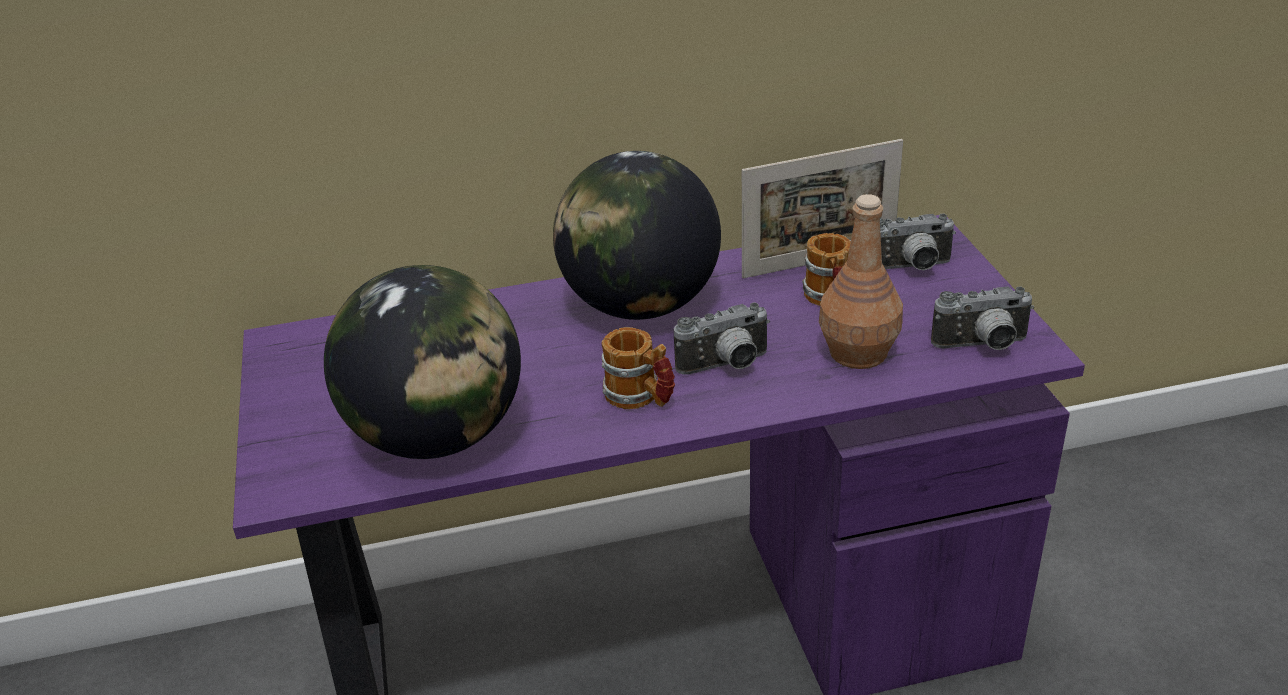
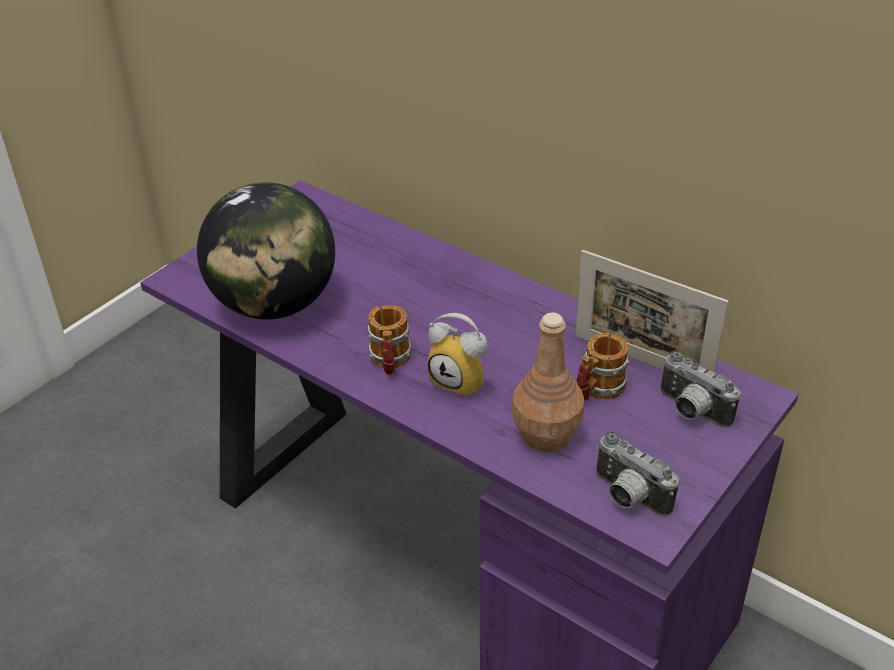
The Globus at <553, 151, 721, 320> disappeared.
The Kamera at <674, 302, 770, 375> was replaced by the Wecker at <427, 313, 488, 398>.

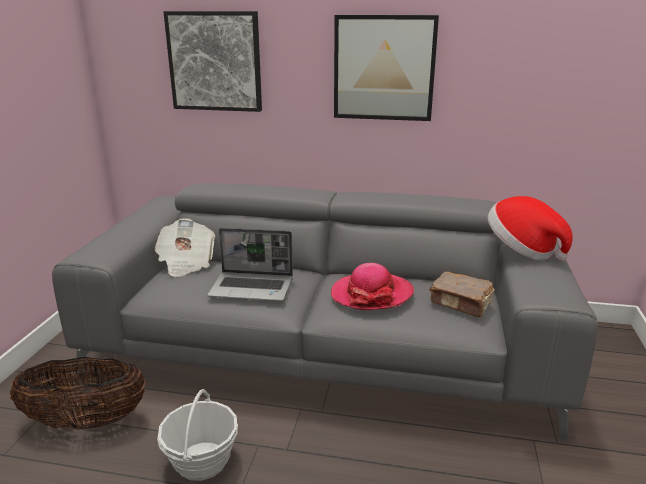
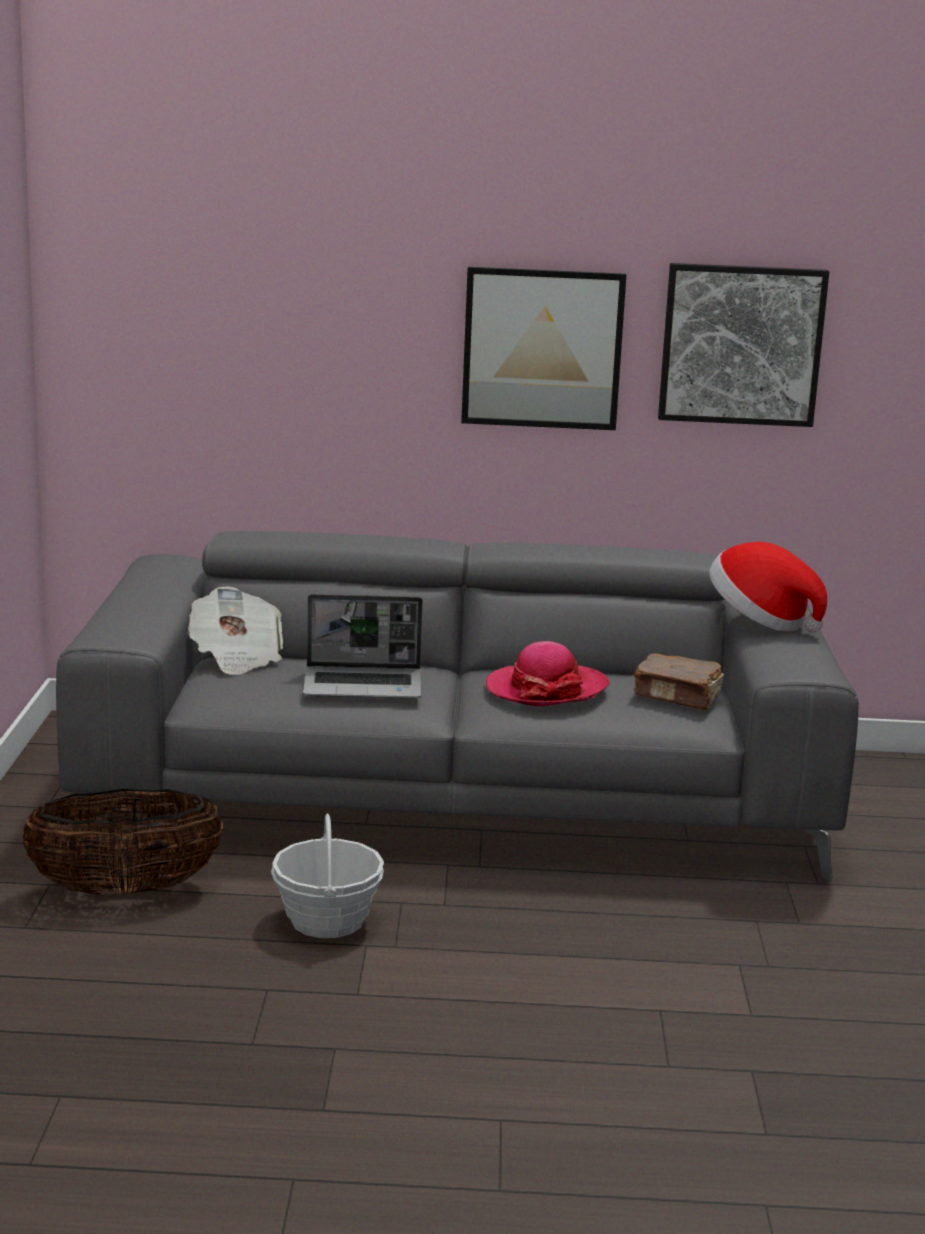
The Bild moved from <164, 11, 262, 112> to <658, 263, 829, 427>.

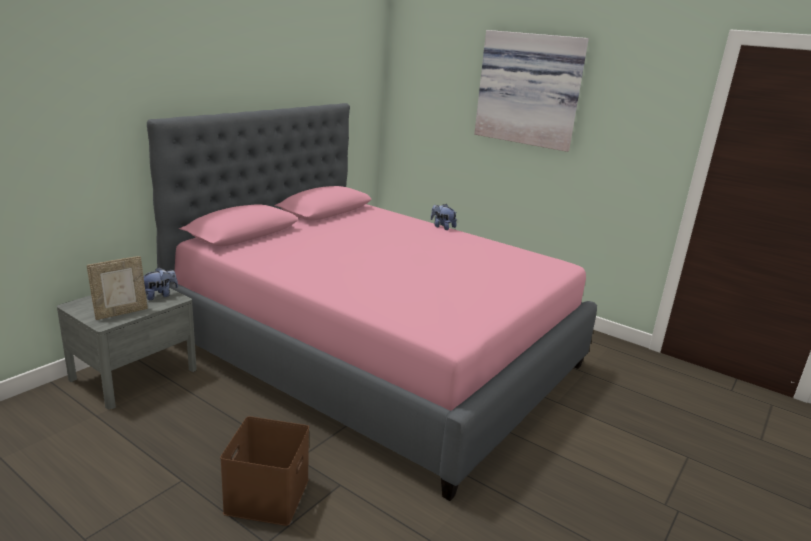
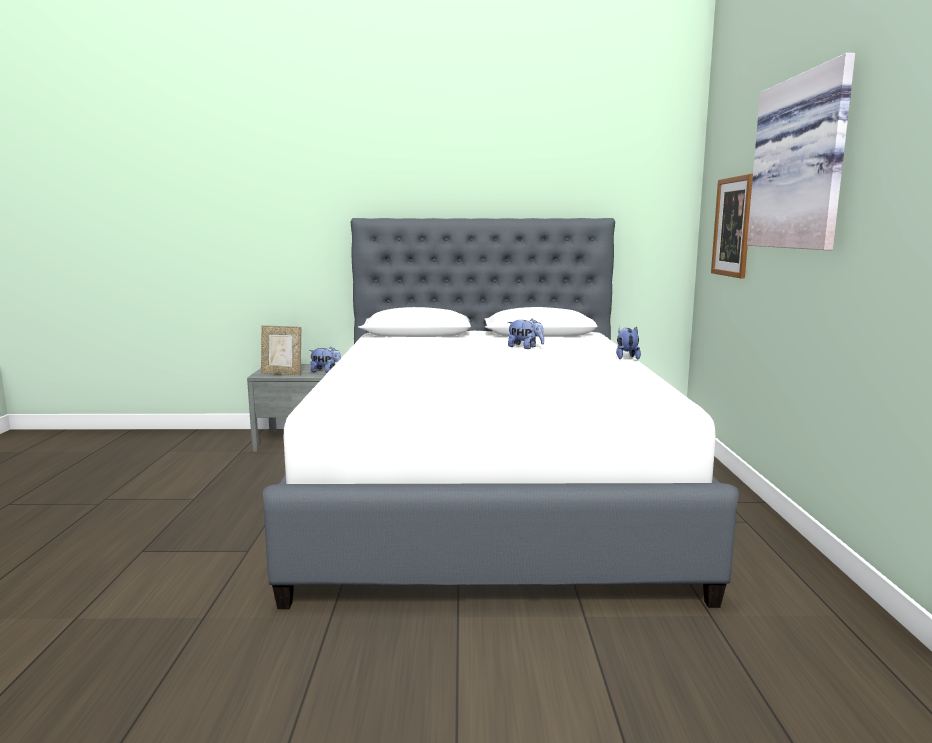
The Bett (rosa) at <147, 103, 597, 501> became the Bett (weiß) at <263, 218, 739, 609>.
The Aufbewahrungsbox (braun) at <220, 416, 309, 526> disappeared.
The Plüschtier at <508, 319, 544, 349> appeared.
The Bild at <711, 174, 753, 279> appeared.

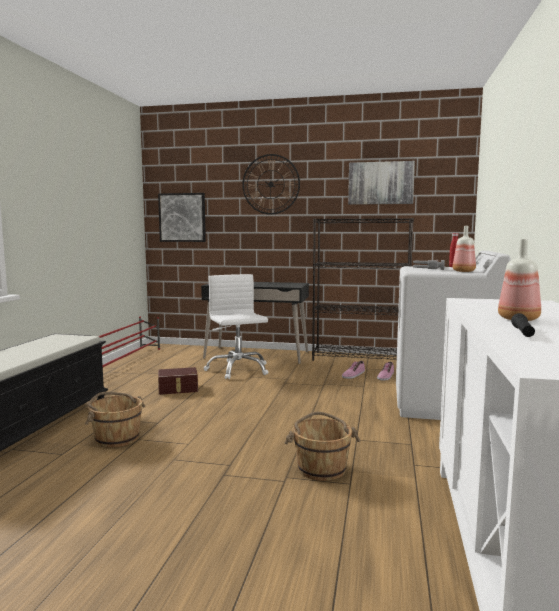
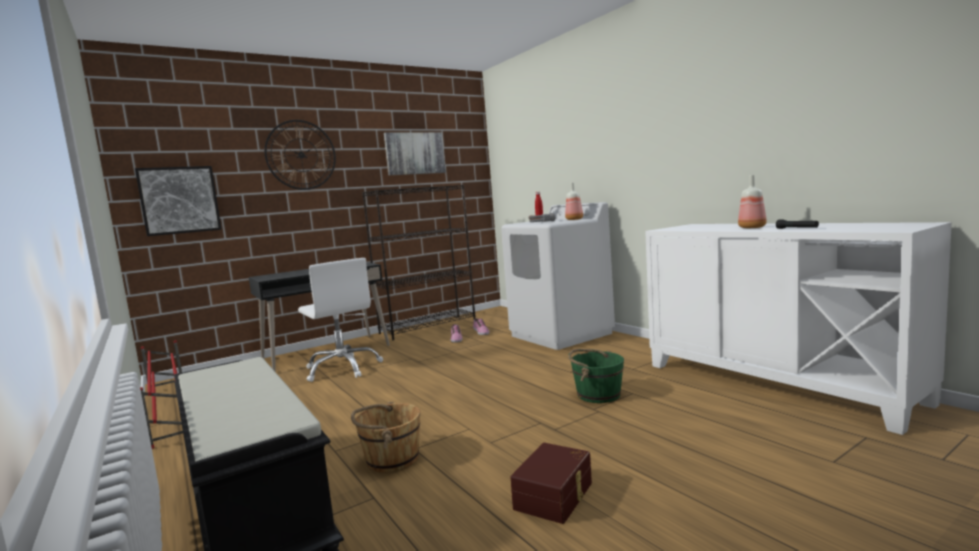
The Aufbewahrungsbox (braun) moved from <158, 367, 198, 395> to <510, 443, 592, 524>.
The Bürostuhl (weiß) at <204, 274, 268, 379> turned 150 degrees counterclockwise.
The Eimer (braun) at <285, 412, 360, 481> became the Eimer (grün) at <568, 349, 624, 403>.

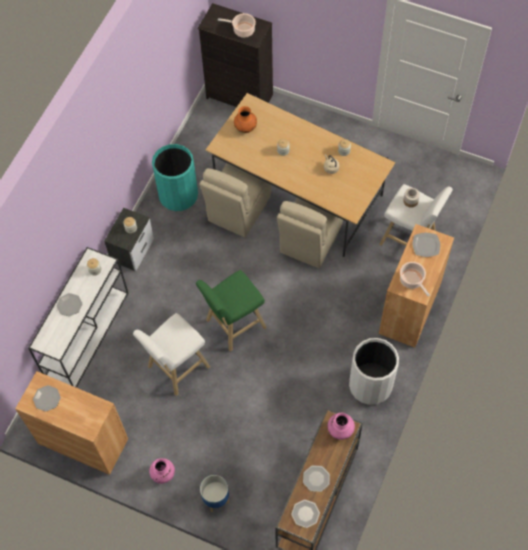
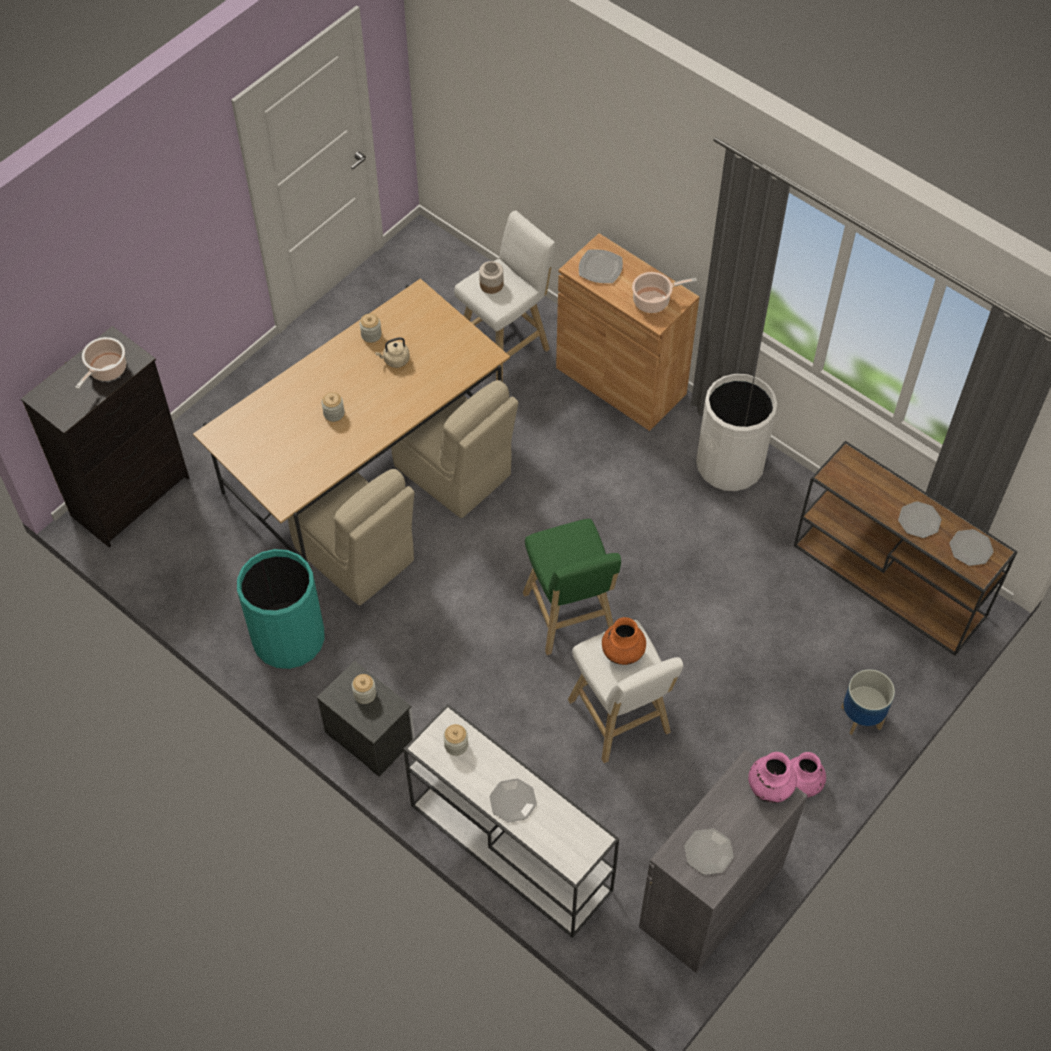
The Schrank (braun) at <15, 371, 128, 475> became the Schrank (grau) at <639, 749, 808, 973>.
The Vase (orange) moved from <234, 106, 257, 133> to <602, 617, 646, 665>.
The Vase (rosa) moved from <327, 413, 355, 440> to <748, 752, 797, 803>.

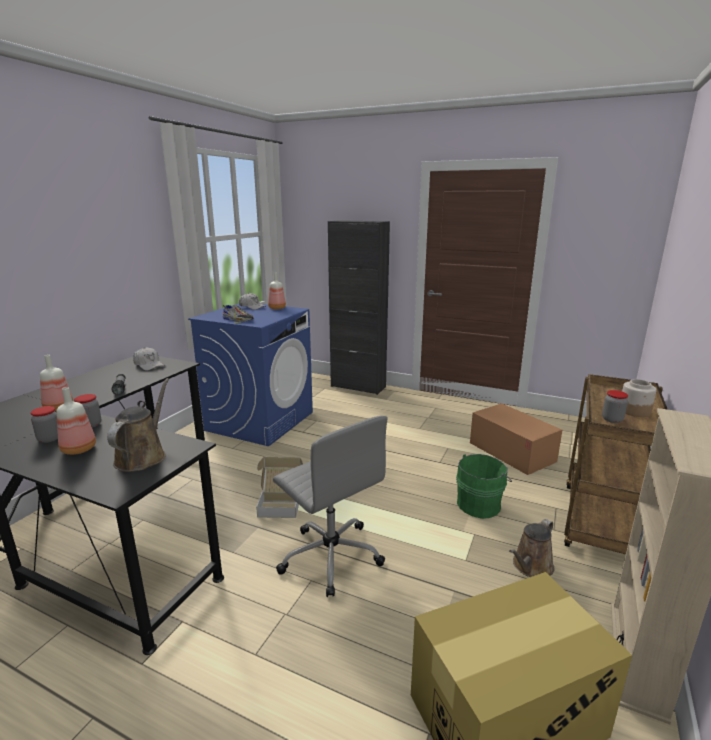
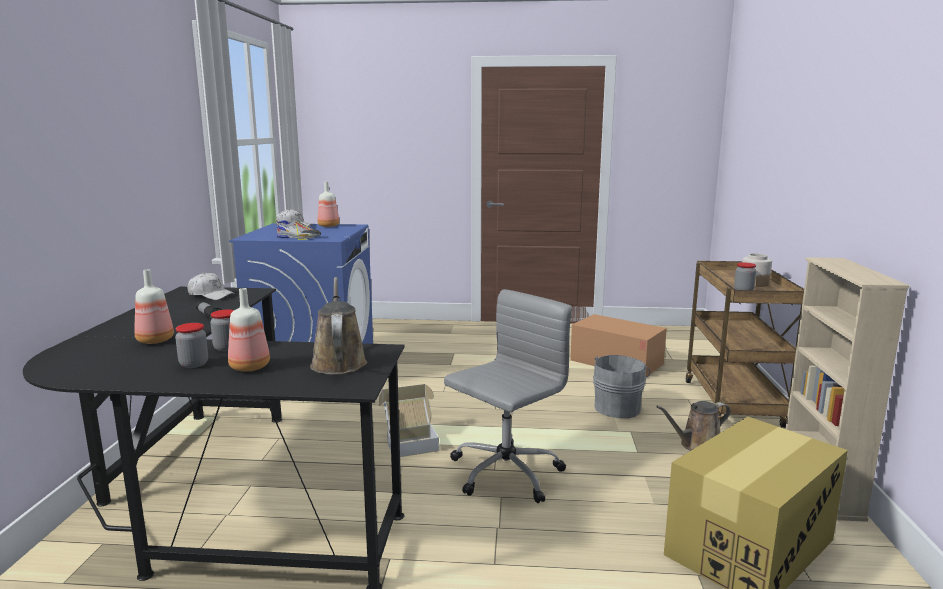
The Bürostuhl (grau) at <273, 416, 388, 597> turned 75 degrees counterclockwise.
The Schrank (schwarz) at <328, 220, 390, 395> disappeared.
The Eimer (grün) at <456, 454, 512, 519> became the Eimer (grau) at <593, 355, 650, 419>.
The Gießkanne (braun) at <509, 519, 554, 577> turned 45 degrees clockwise.

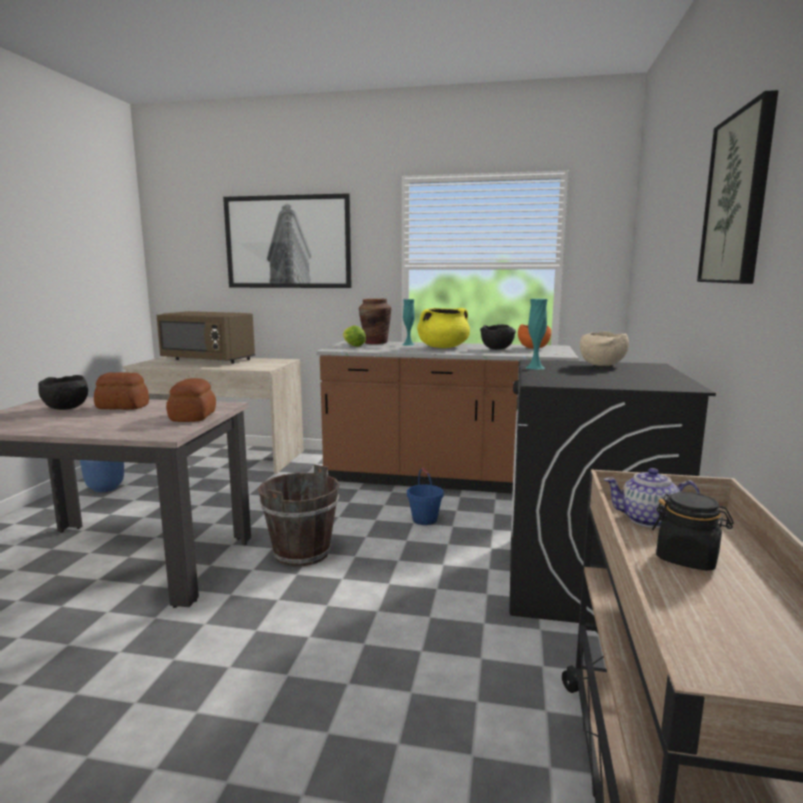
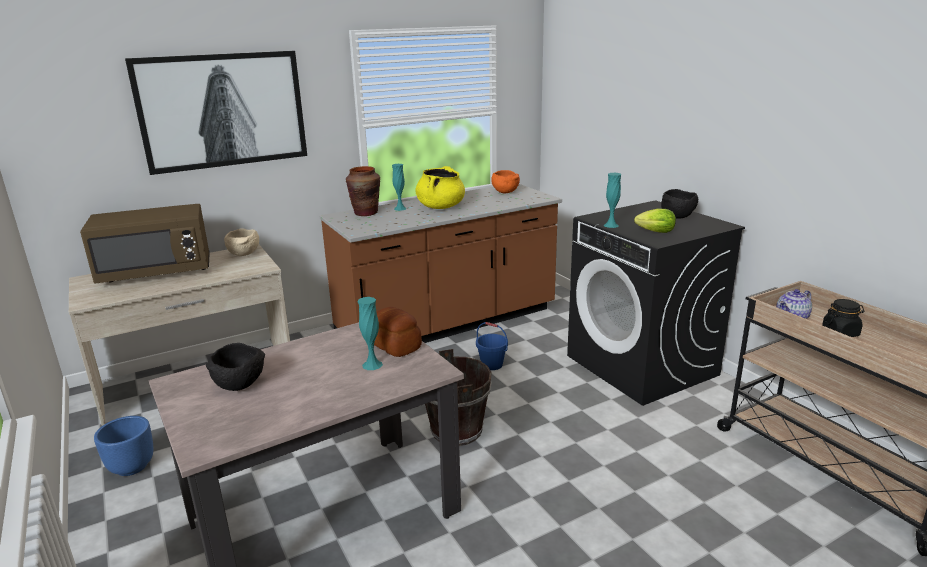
The Brot at <94, 372, 149, 410> disappeared.
The Salatkopf moved from <343, 325, 366, 347> to <634, 209, 676, 233>.
The Schüssel (schwarz) moved from <480, 325, 516, 350> to <661, 189, 698, 219>.
The Schüssel (beige) moved from <580, 331, 629, 366> to <224, 228, 259, 256>.
The Bild at <697, 90, 778, 284> disappeared.
The Vase (türkis) at <357, 297, 383, 370> appeared.

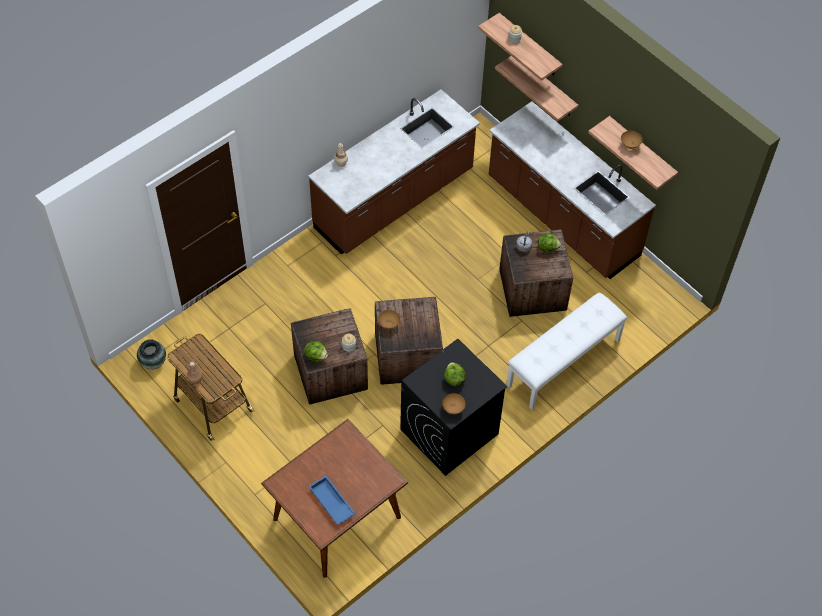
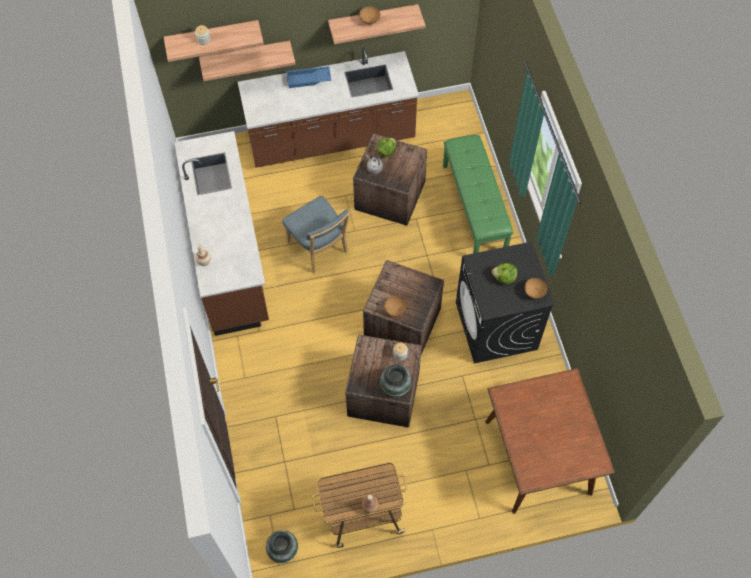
The Salatkopf at <304, 341, 328, 362> was replaced by the Vase at <380, 365, 412, 397>.
The Tablett (blau) moved from <309, 476, 355, 525> to <286, 66, 331, 88>.
The Bank (weiß) at <506, 293, 627, 410> became the Bank (grün) at <443, 135, 513, 253>.
The Stuhl (blau) at <282, 196, 350, 273> appeared.

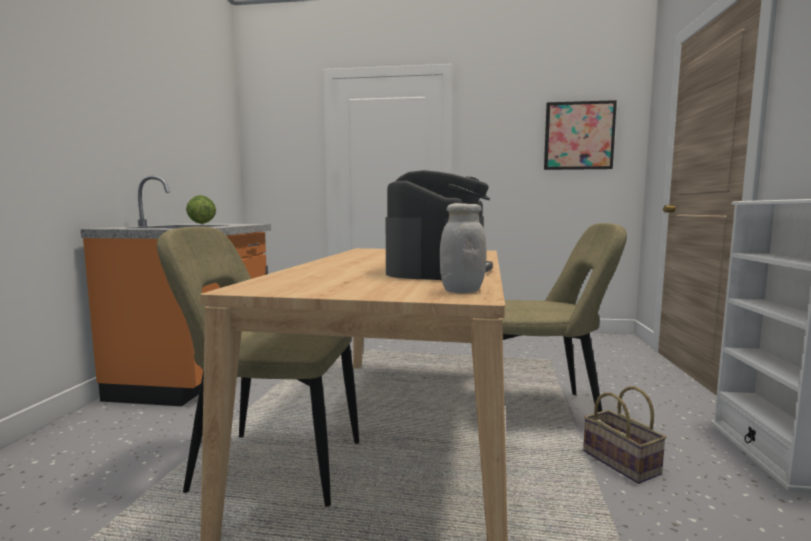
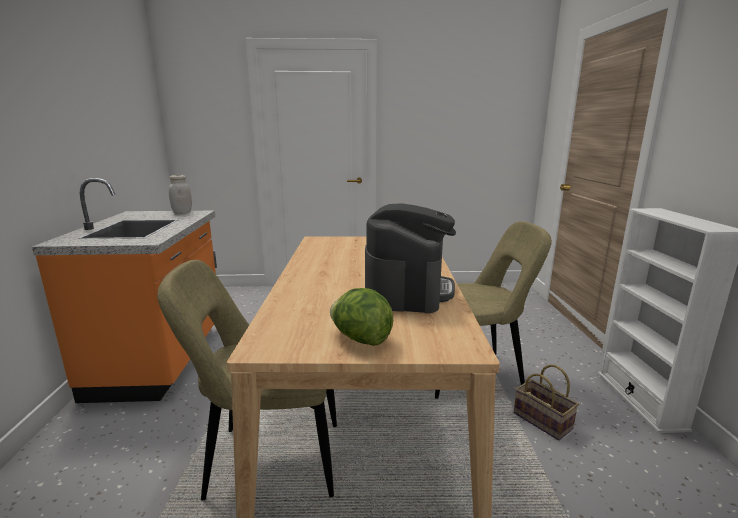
The Salatkopf moved from <186, 195, 216, 224> to <330, 288, 393, 346>.
The Vorratsglas (weiß) moved from <440, 203, 486, 293> to <169, 175, 192, 214>.
The Bild at <544, 100, 617, 170> disappeared.

